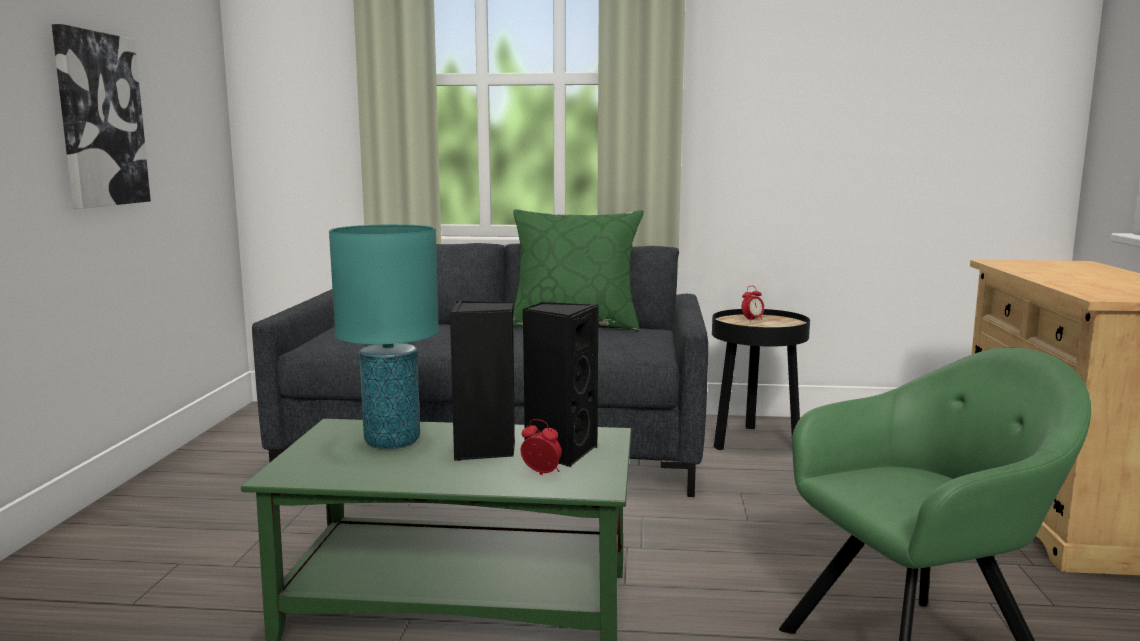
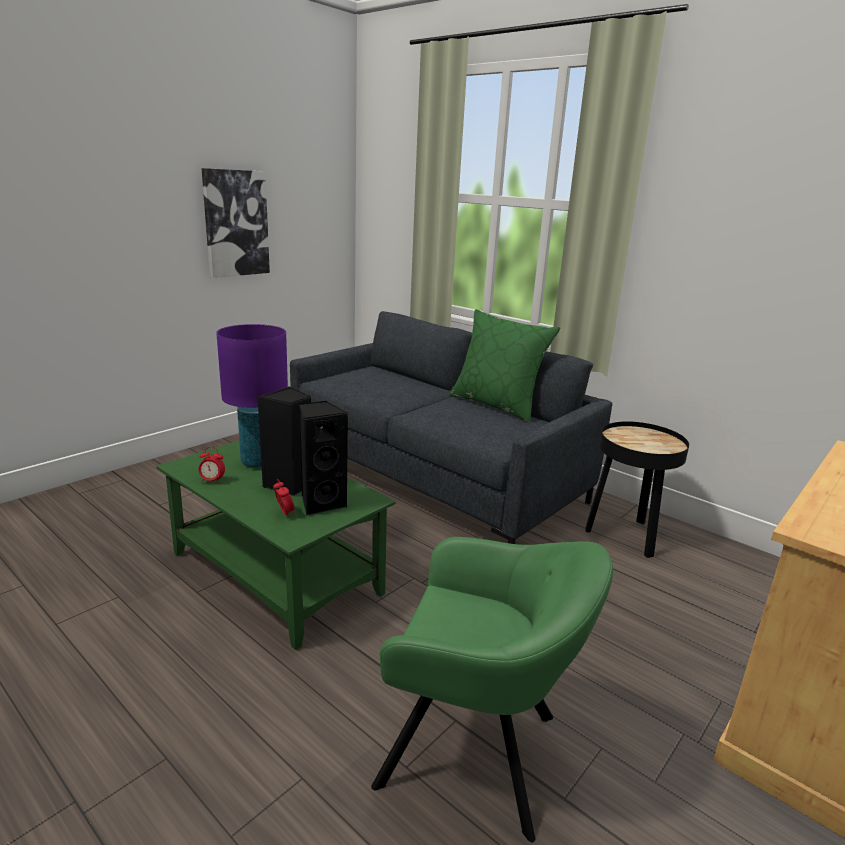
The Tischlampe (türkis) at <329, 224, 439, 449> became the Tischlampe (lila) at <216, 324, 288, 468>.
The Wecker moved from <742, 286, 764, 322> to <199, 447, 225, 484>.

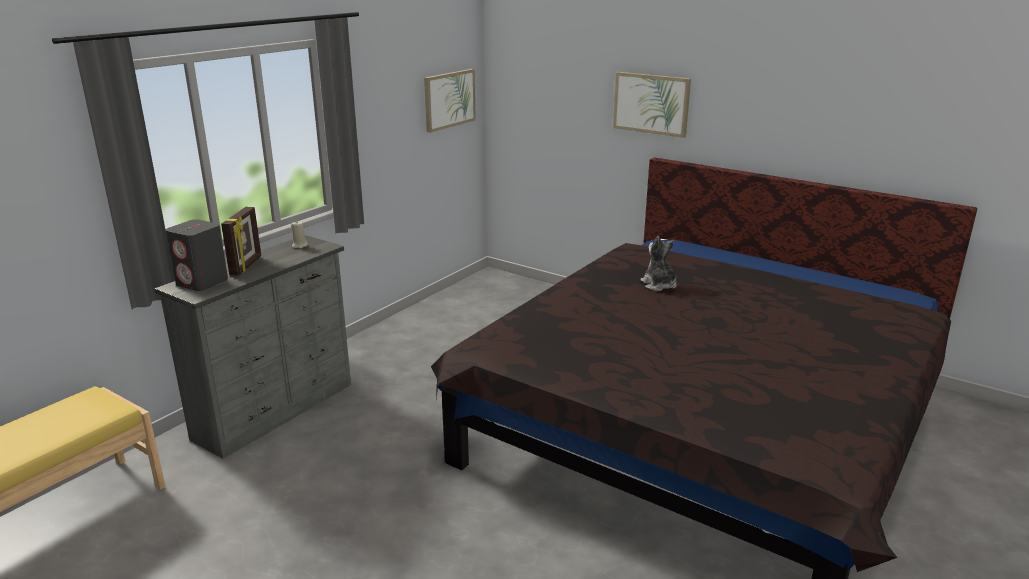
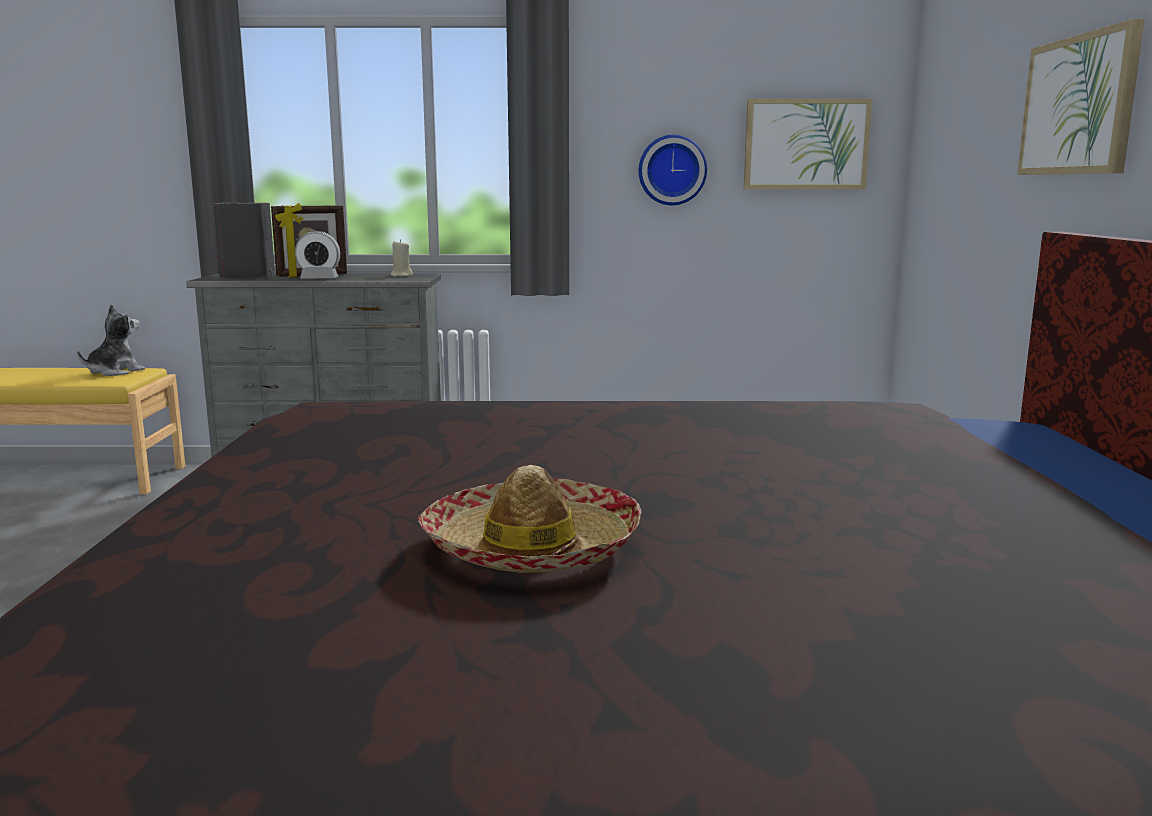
The Plüschtier moved from <640, 236, 676, 291> to <77, 305, 145, 376>.
The Wecker at <295, 231, 340, 278> appeared.
The Hut at <418, 465, 642, 573> appeared.
The Wanduhr at <639, 135, 707, 205> appeared.

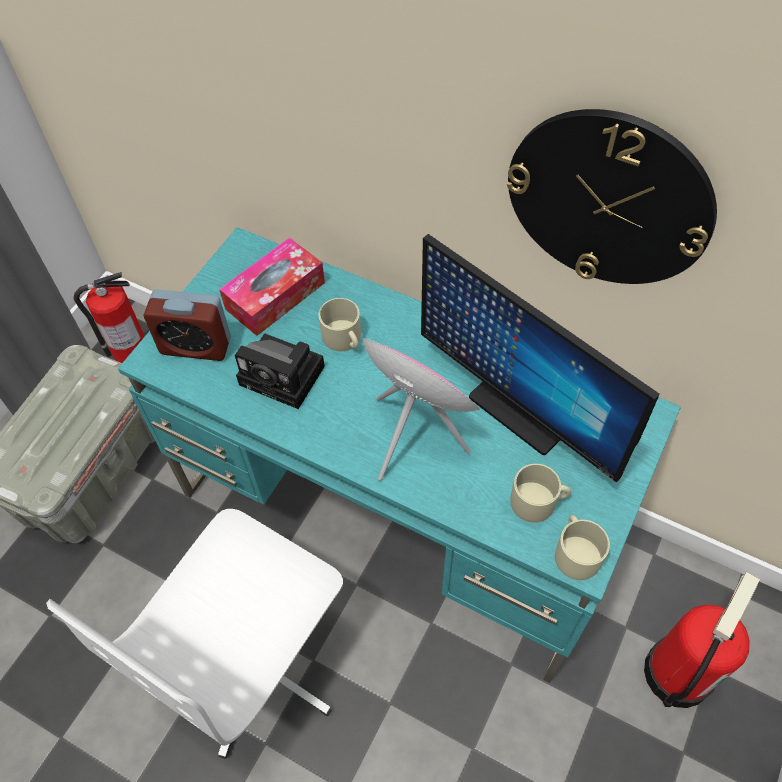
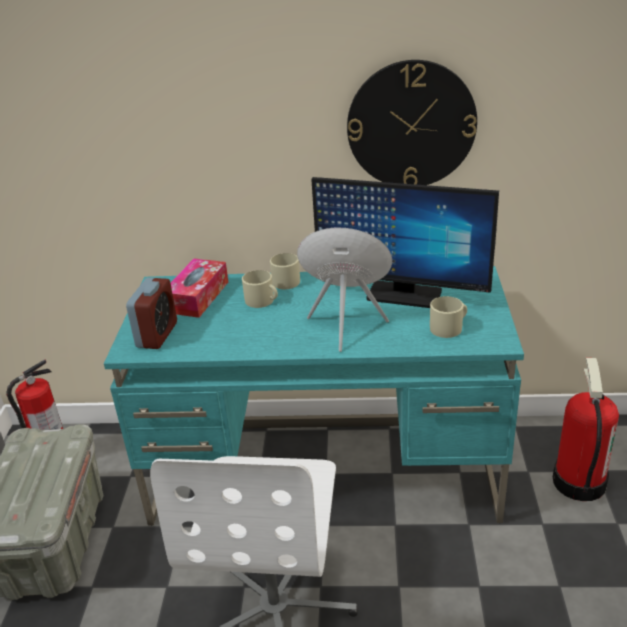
The Wecker at <144, 289, 231, 361> turned 60 degrees counterclockwise.
The Kamera at <235, 333, 325, 409> disappeared.
The Henkelbecher (beige) moved from <555, 515, 610, 580> to <270, 253, 300, 289>.

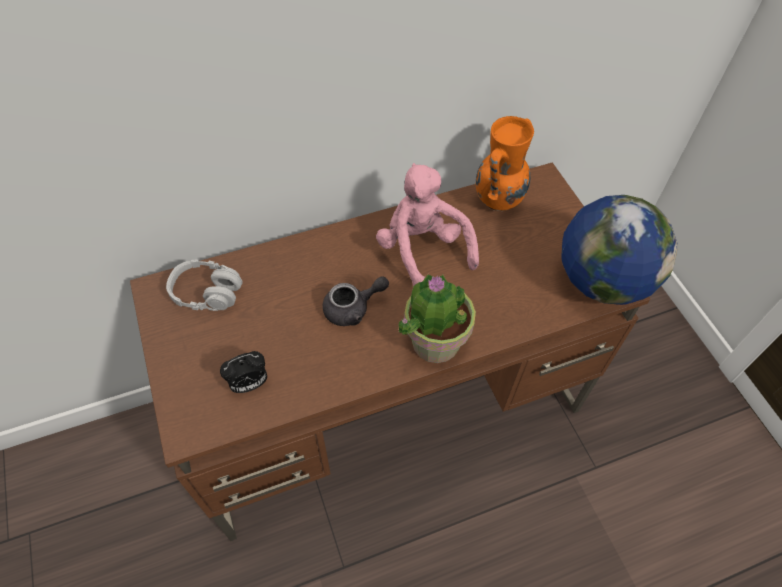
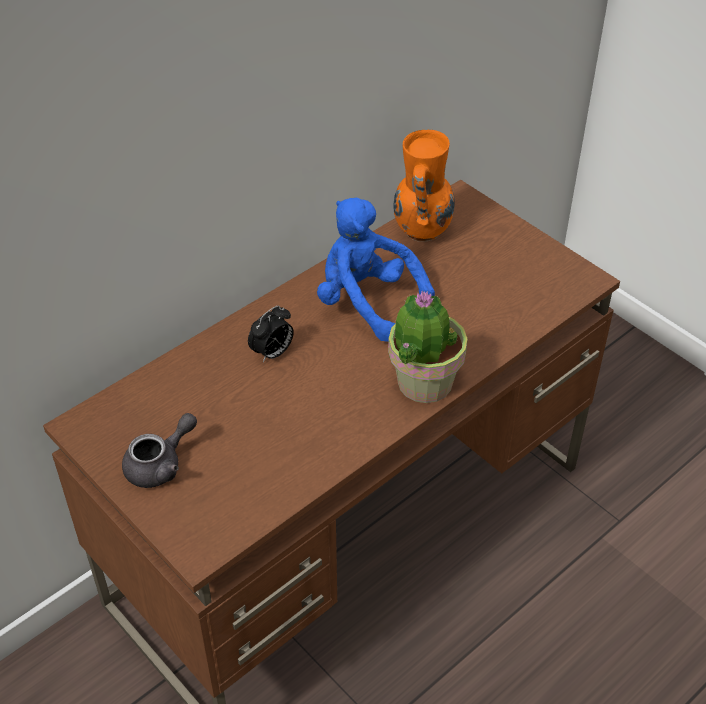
The Kopfhörer (grau) at <166, 259, 243, 311> disappeared.
The Wecker moved from <220, 351, 267, 393> to <248, 306, 294, 362>.
The Teekanne (grau) moved from <322, 276, 389, 326> to <122, 413, 197, 488>.
The Plüschtier (rosa) at <376, 163, 479, 287> became the Plüschtier (blau) at <317, 197, 435, 342>.
The Globus at <561, 195, 677, 305> disappeared.

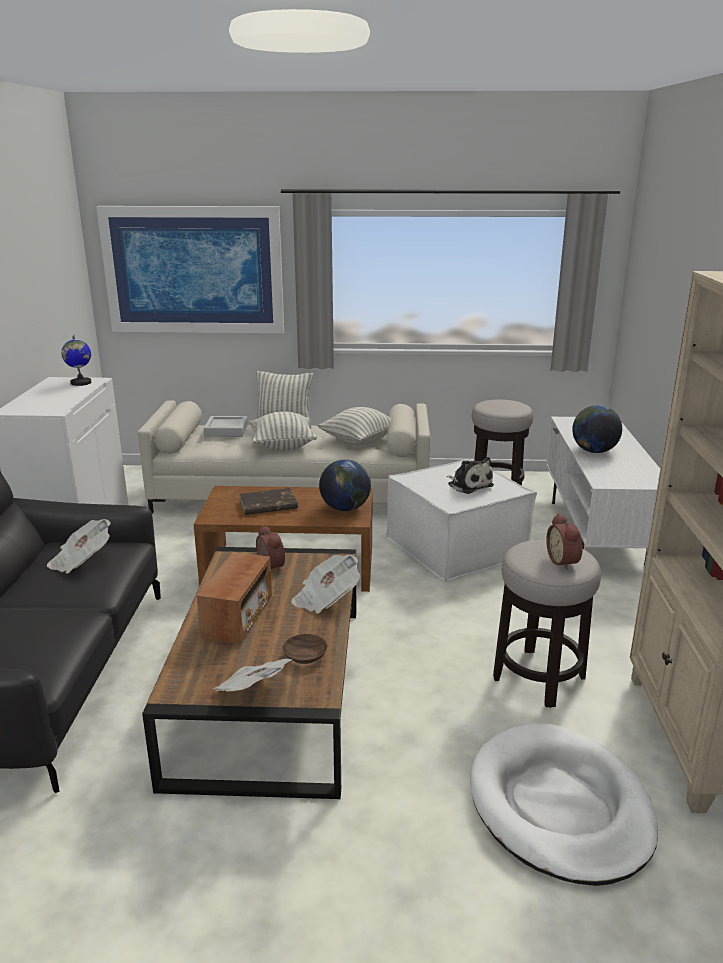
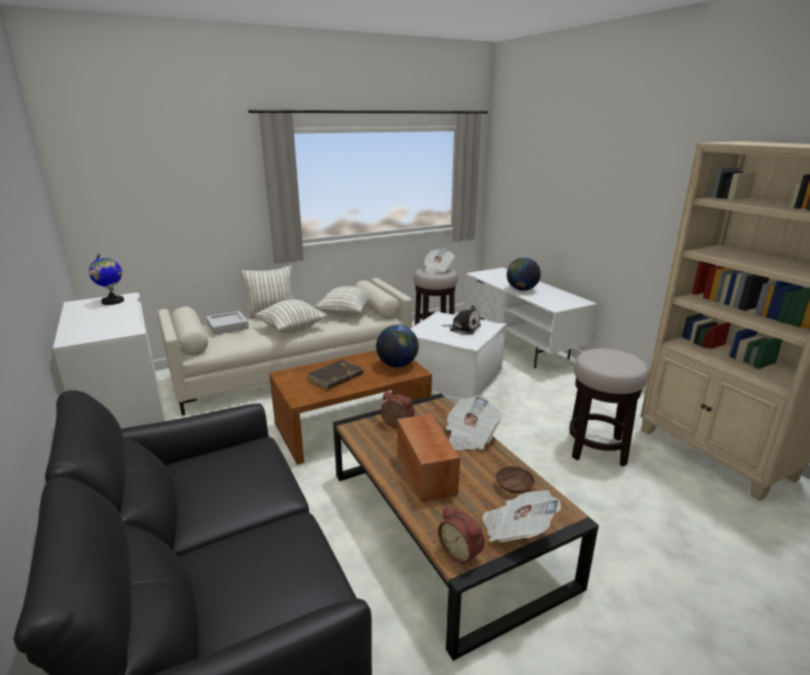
The Zeitung moved from <47, 519, 111, 573> to <424, 248, 455, 273>.
The Bild at <96, 206, 284, 333> disappeared.
The Hundebett (weiß) at <470, 723, 658, 886> disappeared.
The Wecker moved from <546, 514, 583, 570> to <438, 505, 485, 566>.

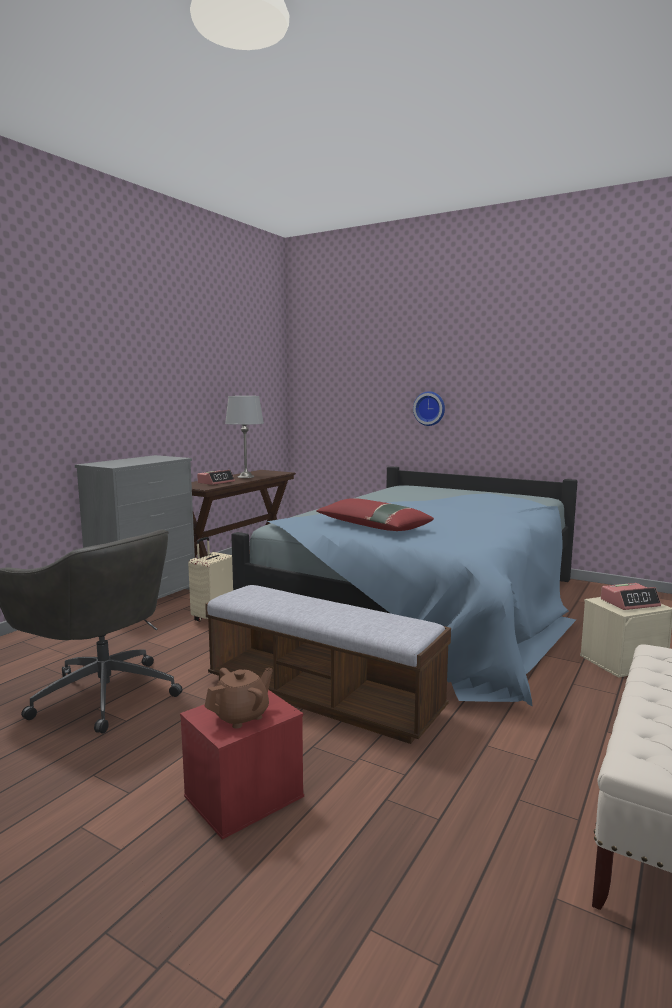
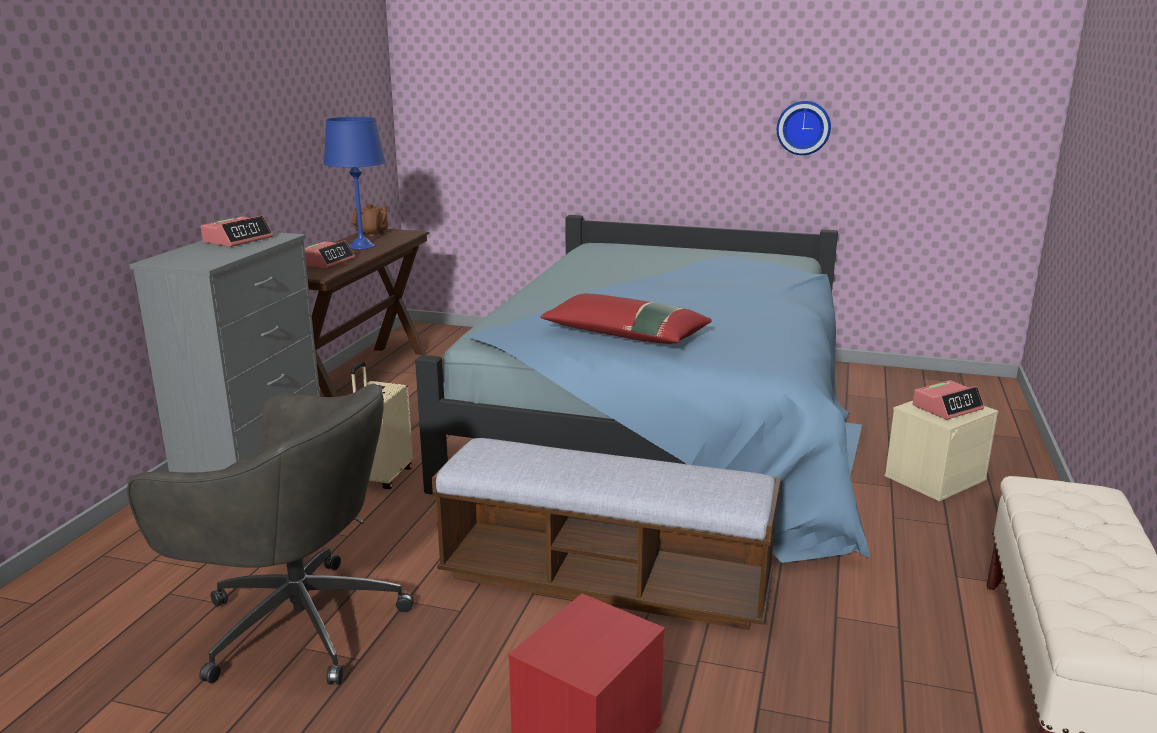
The Teekanne (braun) moved from <205, 668, 273, 729> to <352, 204, 389, 236>.
The Tischlampe (grau) at <225, 396, 264, 478> became the Tischlampe (blau) at <324, 117, 385, 249>.
The Wanduhr moved from <413, 391, 445, 426> to <777, 101, 831, 155>.
The Wecker at <201, 216, 273, 247> appeared.

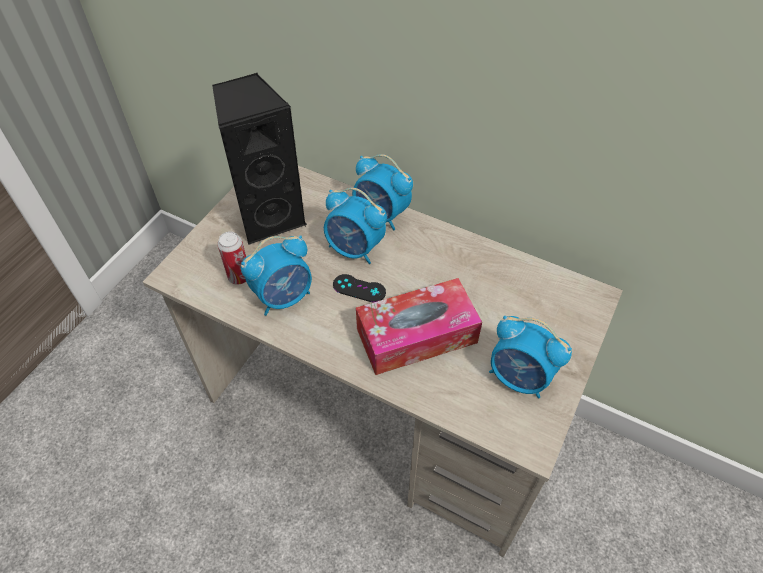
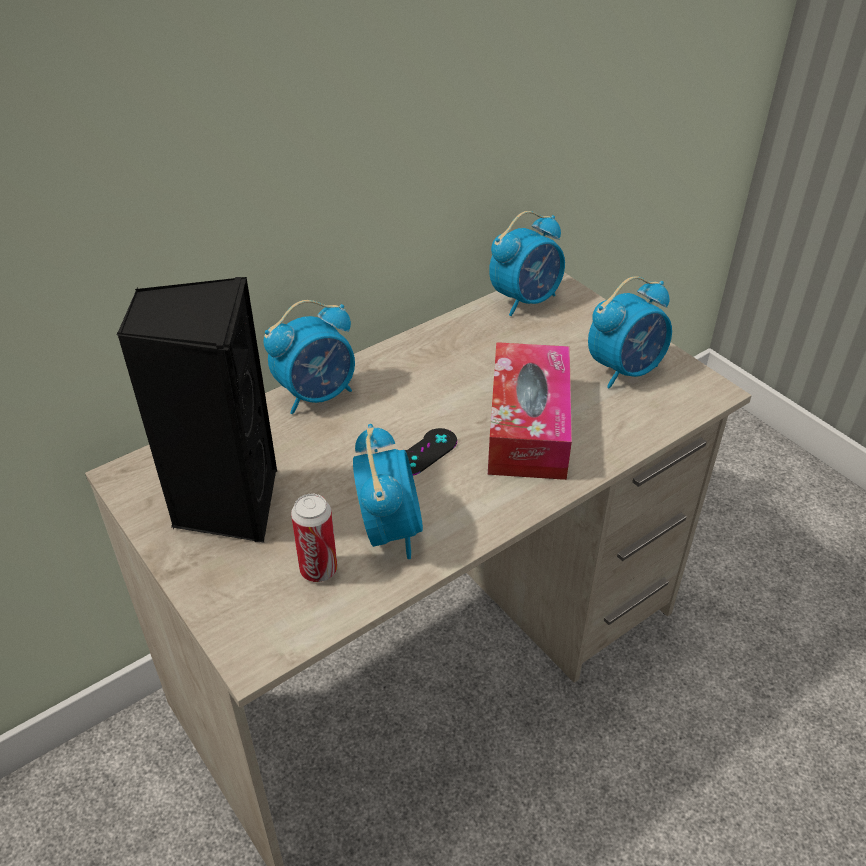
The Wecker moved from <324, 188, 387, 264> to <489, 211, 565, 316>.

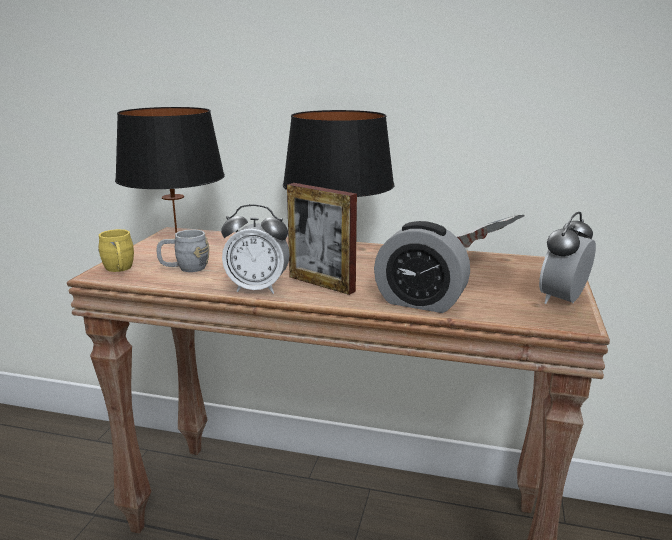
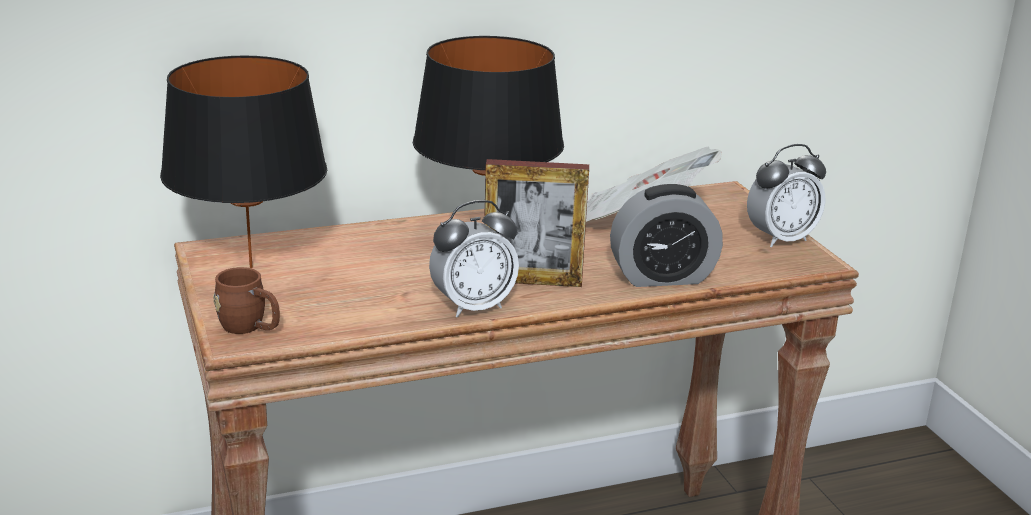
The Henkelbecher (gelb) at <98, 229, 134, 272> became the Henkelbecher (braun) at <213, 267, 280, 334>.
The Henkelbecher (grau) at <156, 230, 209, 272> disappeared.
The Wecker at <539, 212, 596, 304> turned 120 degrees counterclockwise.

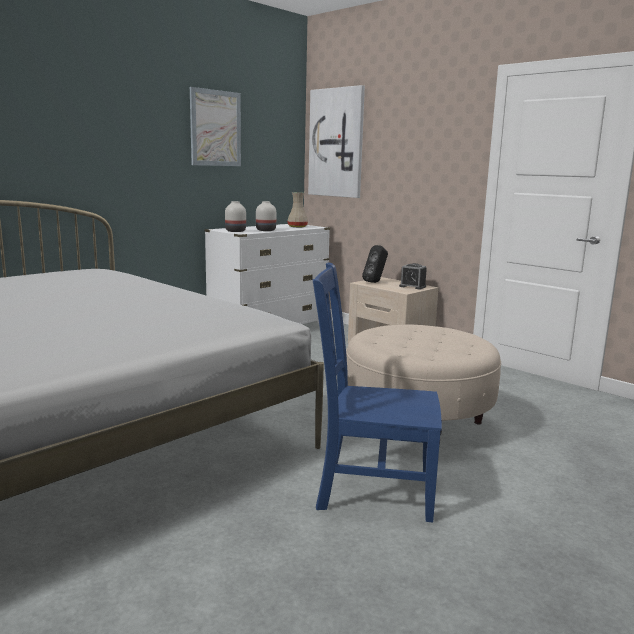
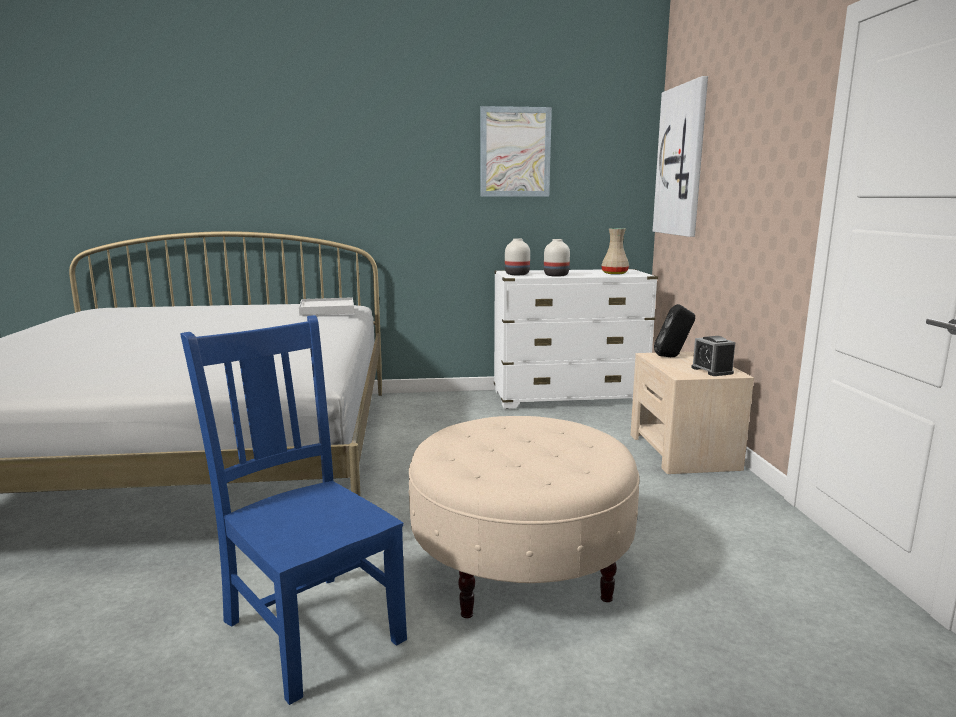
The Tablett (weiß) at <299, 297, 354, 316> appeared.

